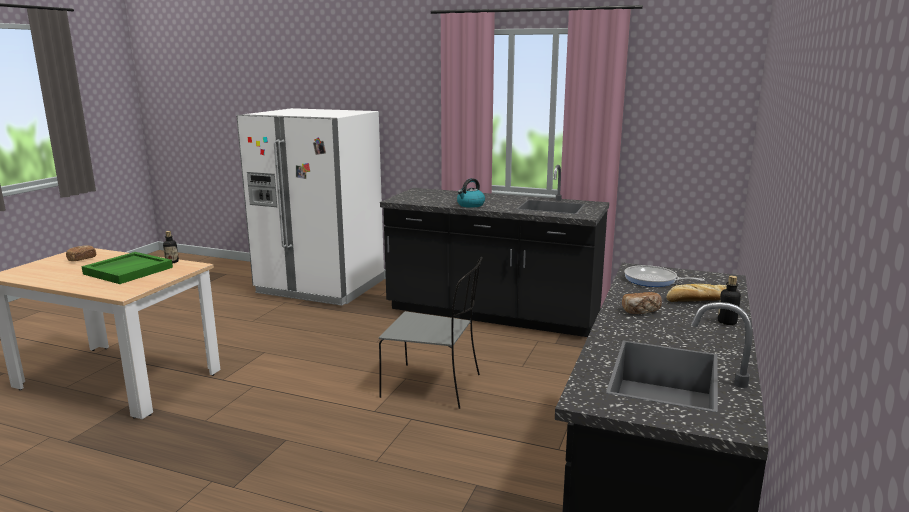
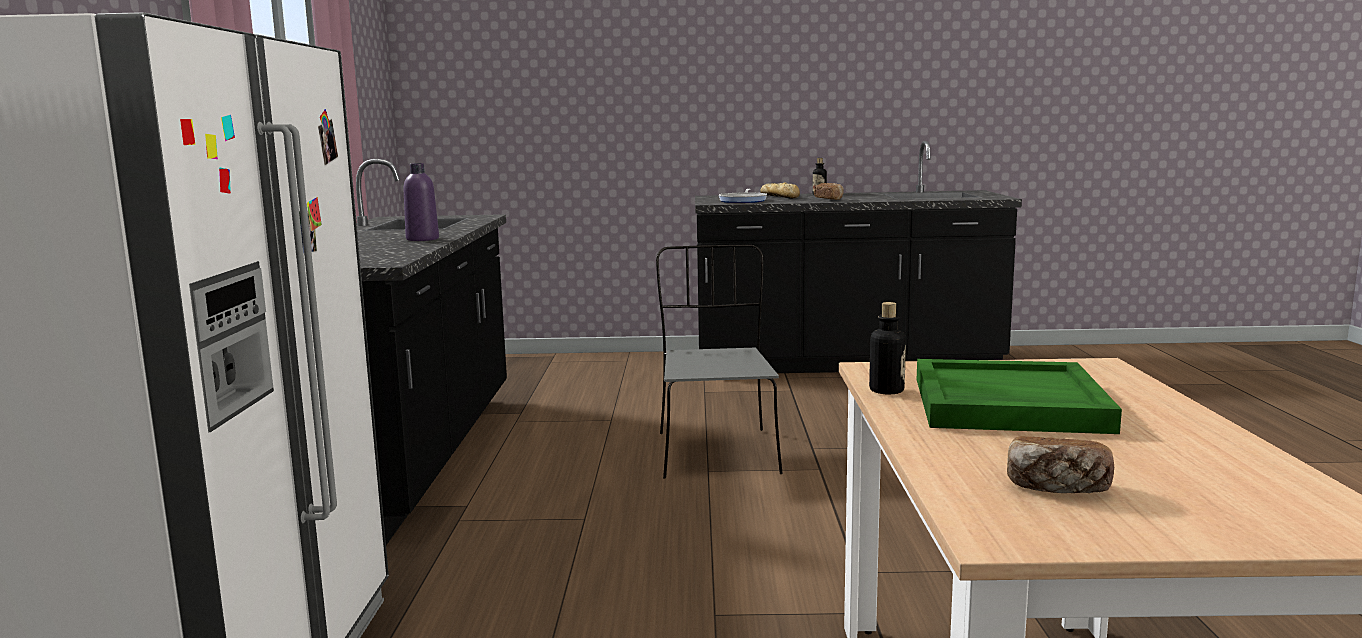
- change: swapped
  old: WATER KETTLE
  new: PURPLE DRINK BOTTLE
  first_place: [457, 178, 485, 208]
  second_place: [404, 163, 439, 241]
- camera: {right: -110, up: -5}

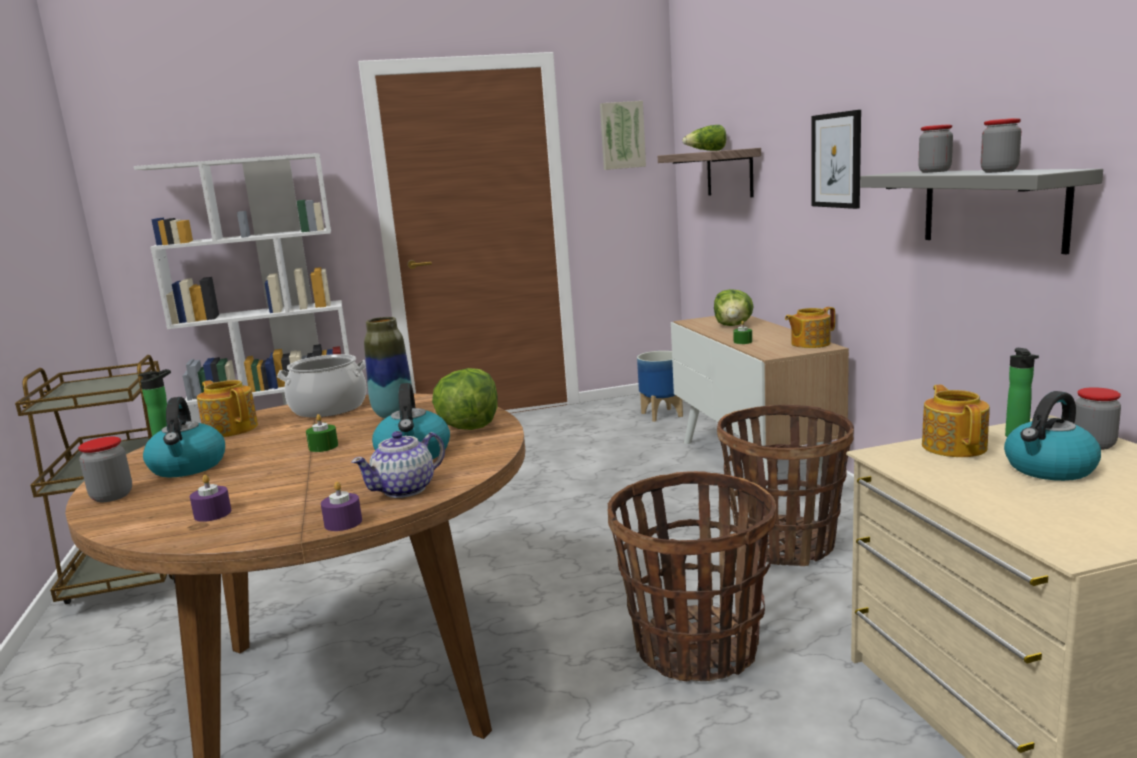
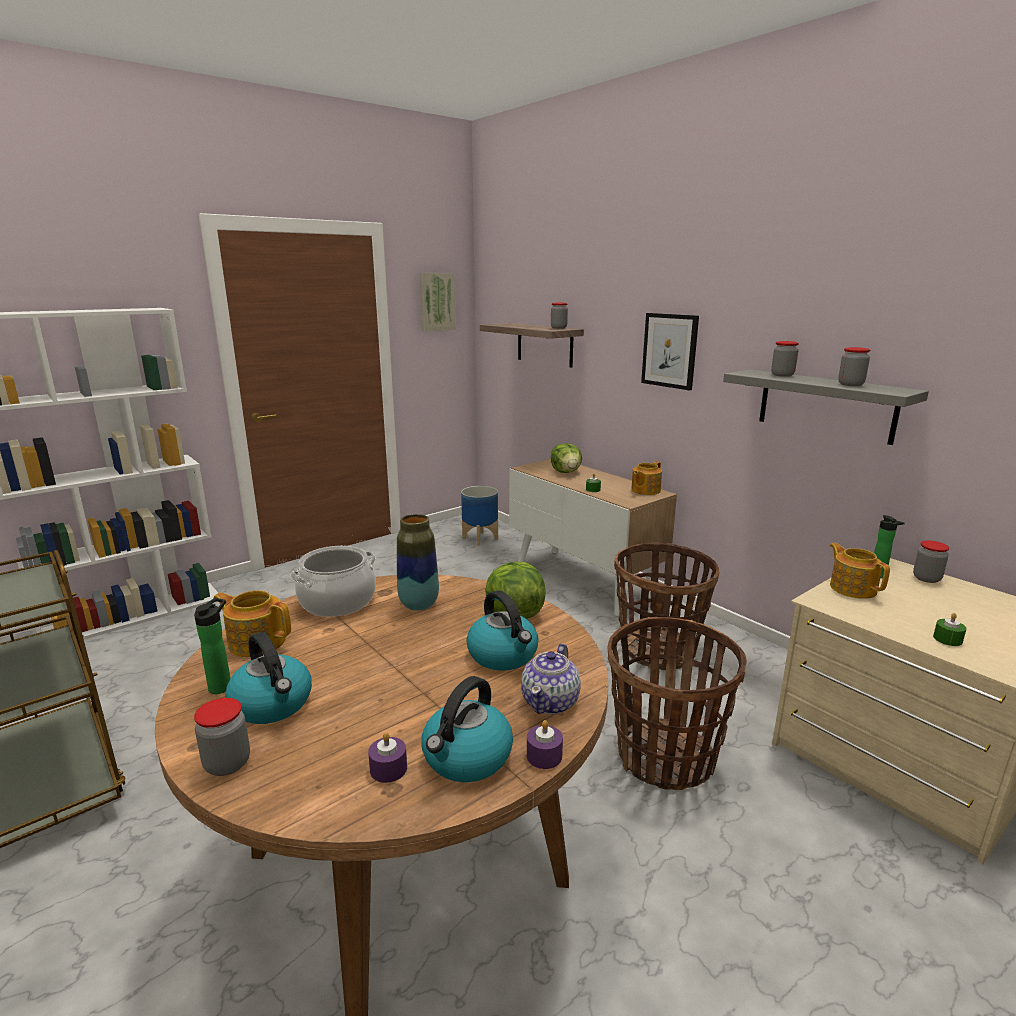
- change: gone
  old: HEAD OF LETTUCE
  first_place: [683, 125, 726, 151]
- change: new
  new: JAR
  second_place: [551, 303, 568, 329]
- change: shifted
  old: GREEN-COLOURED CANDLE
  first_place: [306, 414, 338, 452]
  second_place: [933, 613, 967, 646]
- change: shifted
  old: WATER KETTLE
  first_place: [1004, 391, 1101, 481]
  second_place: [421, 676, 513, 782]
- camera: {right: -25, up: 5}

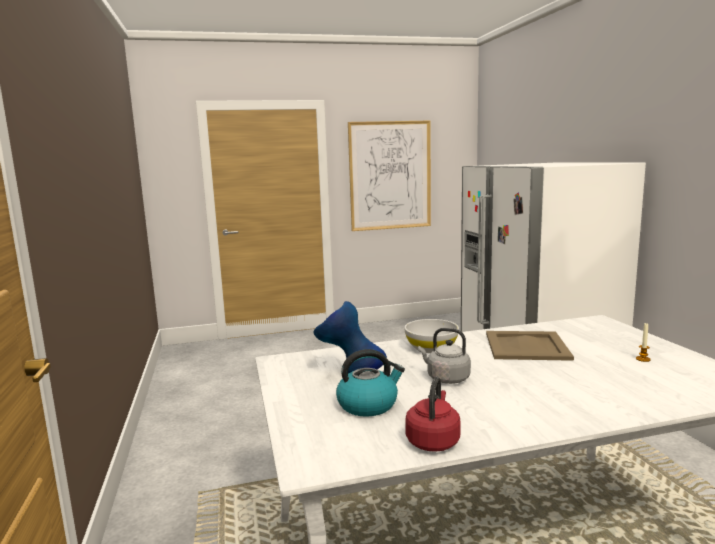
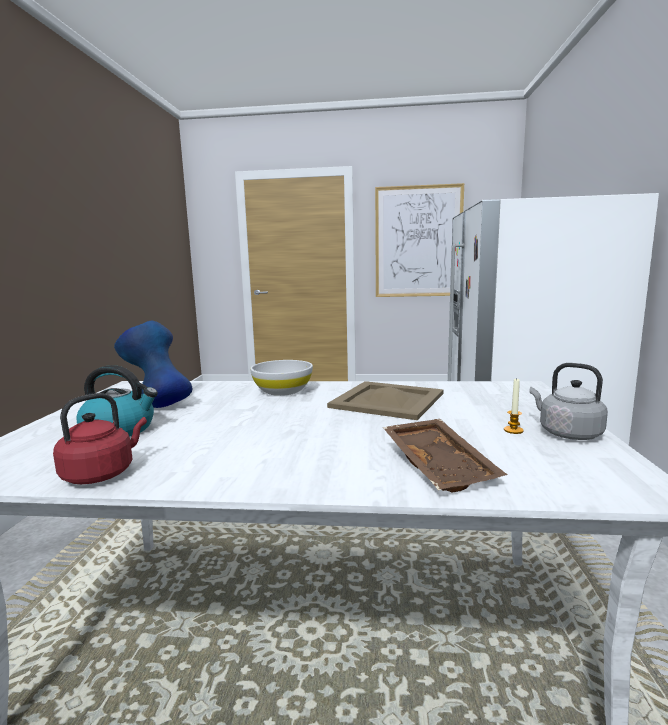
- change: new
  new: BROWN-COLOURED SERVING TRAY
  second_place: [383, 419, 507, 493]
- change: shifted
  old: GREYISH WATER KETTLE
  first_place: [418, 328, 471, 384]
  second_place: [530, 363, 608, 440]
- camera: {right: 20, up: 0}

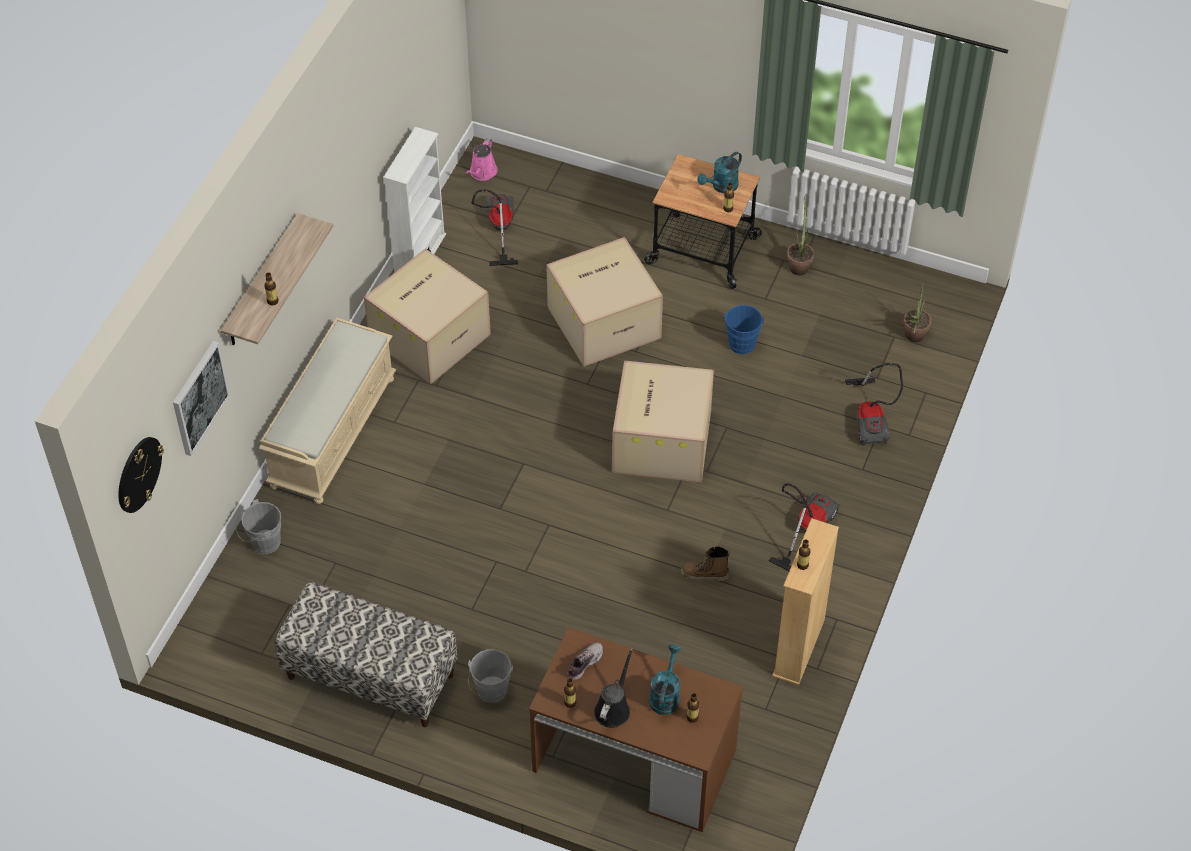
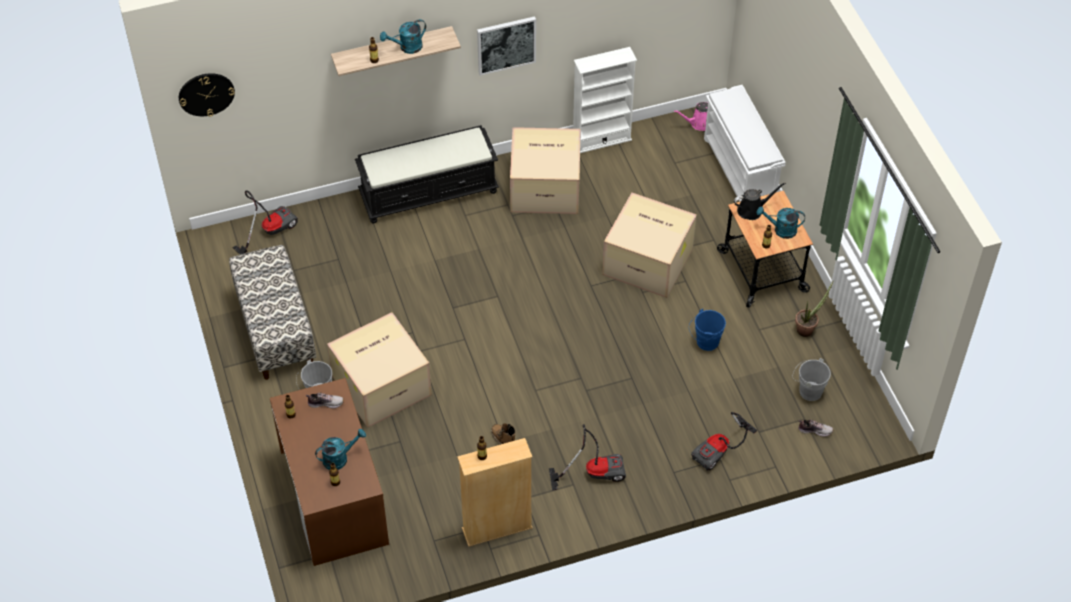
- change: new
  new: BLUE-GREEN WATERING POT
  second_place: [380, 19, 426, 54]
- change: new
  new: WHITE-COLOURED SHOE SHELF
  second_place: [704, 85, 786, 201]
- change: shifted
  old: PICTURE
  first_place: [173, 341, 230, 456]
  second_place: [477, 16, 536, 76]
- change: shifted
  old: GREYISH BUCKET
  first_place: [236, 499, 281, 554]
  second_place: [793, 358, 831, 401]
- change: shifted
  old: HOOVER
  first_place: [471, 189, 518, 266]
  second_place: [233, 190, 298, 255]
- change: shifted
  old: BLACKISH WATERING POT
  first_place: [594, 648, 633, 728]
  second_place: [734, 182, 786, 220]
- change: shifted
  old: PACKING BOX
  first_place: [612, 360, 714, 482]
  second_place: [327, 312, 432, 428]
- change: swapped
  old: POTTED PLANT
  new: SHOE
  first_place: [903, 283, 931, 342]
  second_place: [798, 420, 833, 437]
- change: repainted
  old: SAND-COLOURED INDOOR BENCH
  new: BLACKISH INDOOR BENCH
  first_place: [259, 318, 396, 504]
  second_place: [355, 125, 499, 224]
- camera: {right: 50, up: 0}

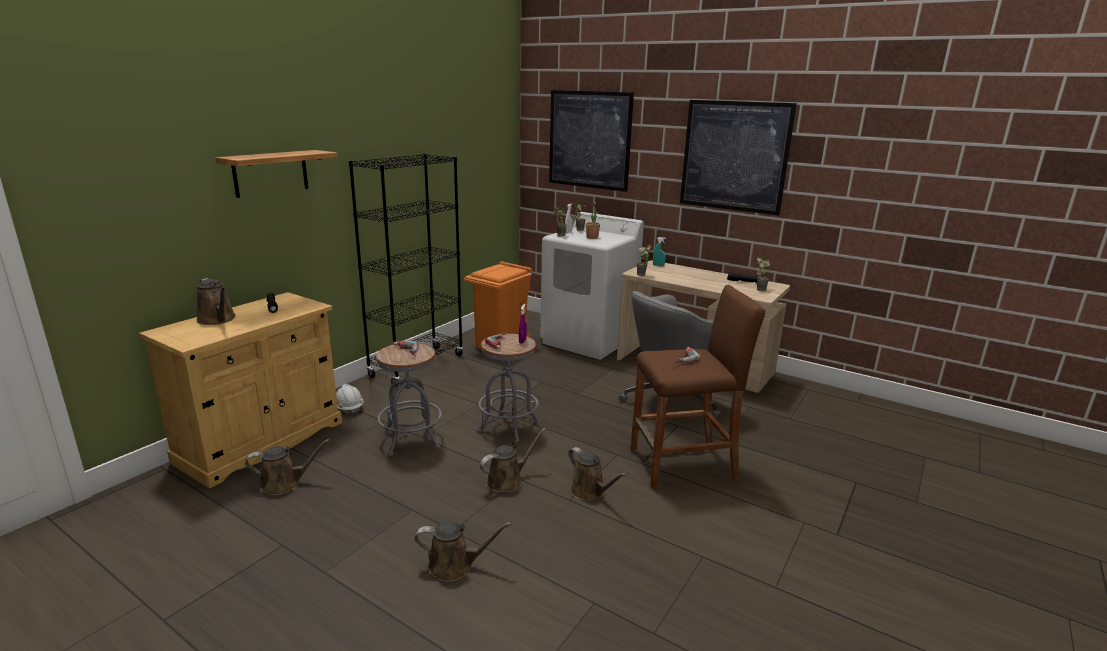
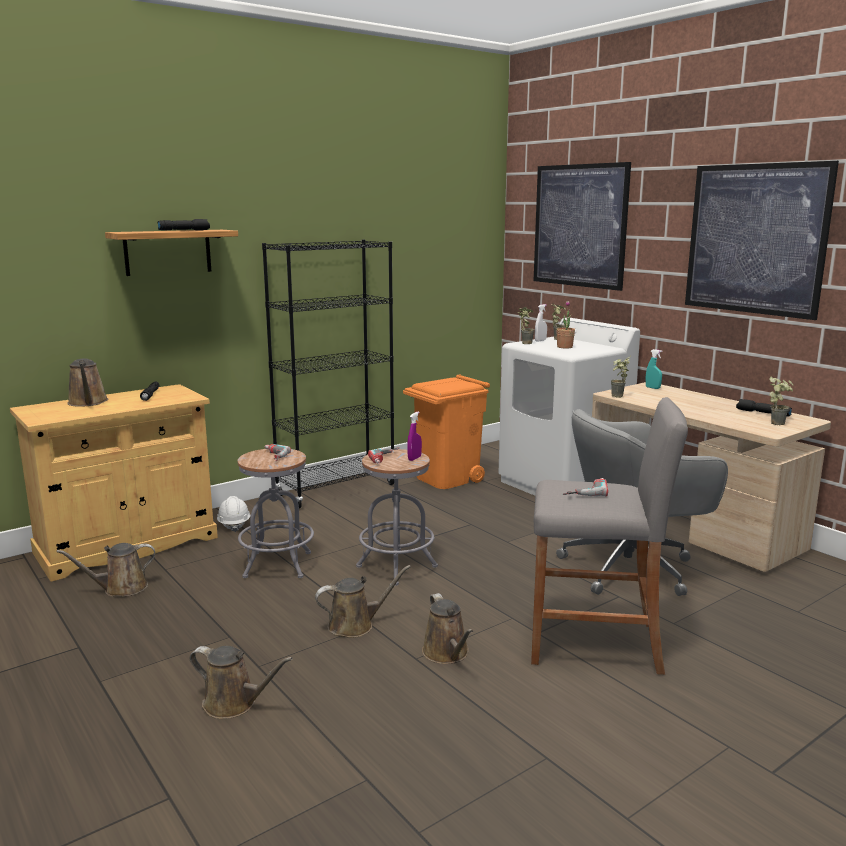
- change: new
  new: BLACKISH FLASHLIGHT
  second_place: [157, 219, 210, 231]
- change: repainted
  old: BROWN-COLOURED SITTING STOOL
  new: GREYISH SITTING STOOL
  first_place: [630, 285, 765, 489]
  second_place: [531, 397, 688, 675]
- change: rotated
  old: BROWN-COLOURED WATERING POT
  first_place: [245, 439, 330, 495]
  second_place: [57, 543, 155, 597]
  degrees: 150
- camera: {right: 20, up: -5}

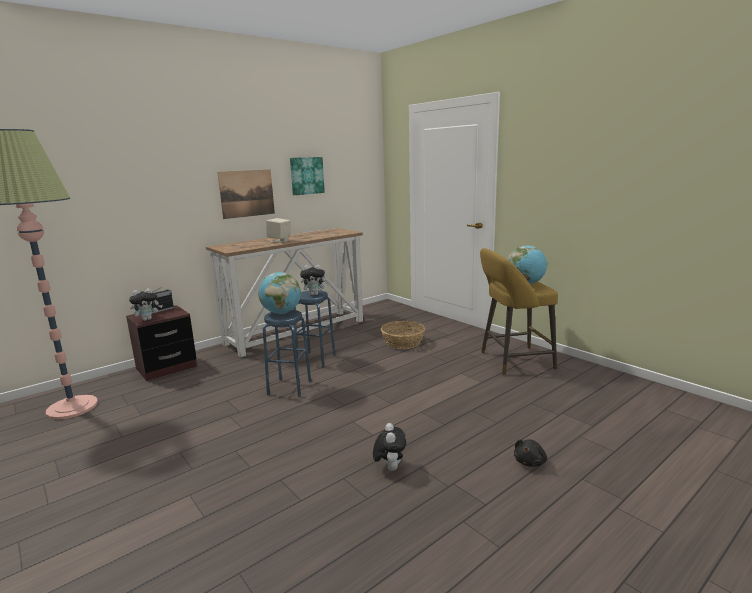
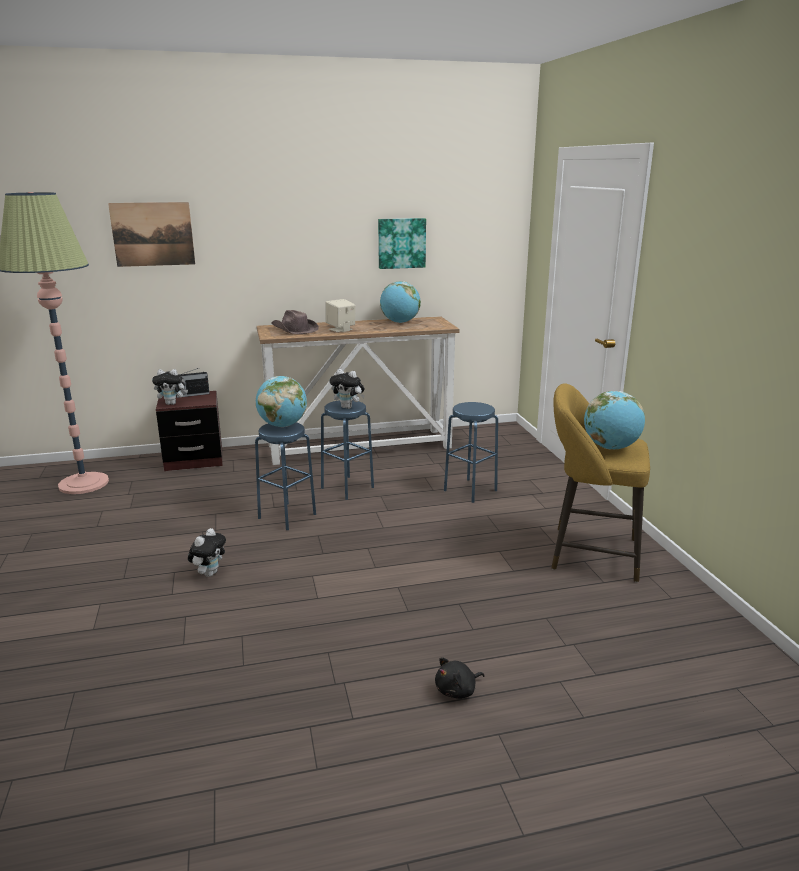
- change: new
  new: BROWN-COLOURED WEARABLE HAT
  second_place: [271, 310, 319, 334]
- change: new
  new: WORLD GLOBE
  second_place: [380, 281, 421, 323]
- change: shifted
  old: PICTURE
  first_place: [217, 169, 275, 219]
  second_place: [108, 202, 195, 267]
- change: shifted
  old: PLUSH TOY
  first_place: [373, 423, 406, 471]
  second_place: [188, 528, 226, 577]
- change: swapped
  old: HOUSEHOLD BASKET
  new: BLUE-COLOURED SITTING STOOL
  first_place: [381, 321, 425, 349]
  second_place: [444, 402, 498, 503]
- camera: {right: 25, up: 5}

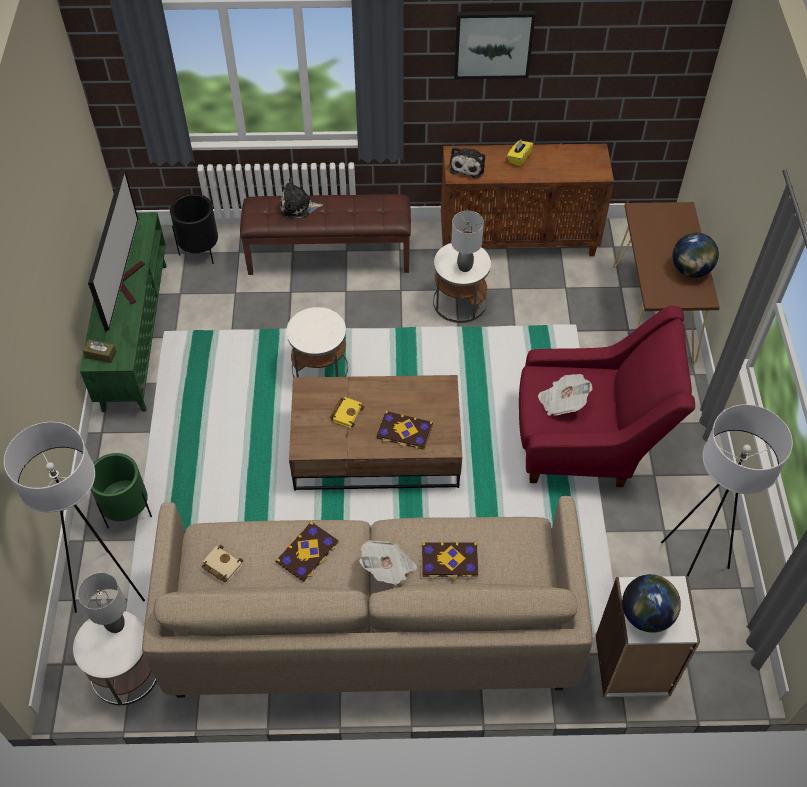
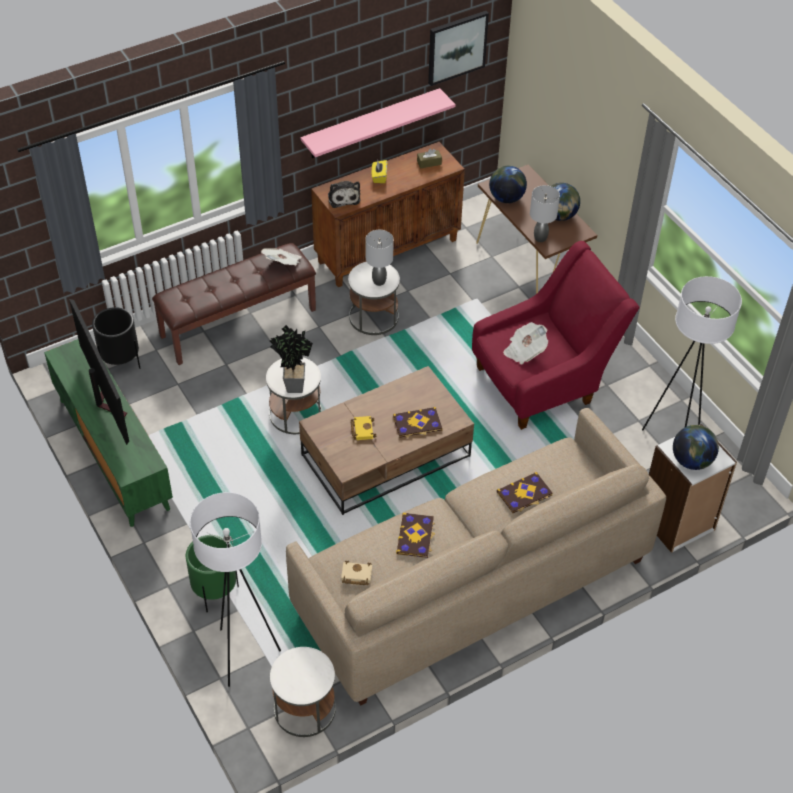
- change: gone
  old: PLUSH TOY
  first_place: [280, 178, 323, 218]
- change: new
  new: POTTED PLANT
  second_place: [270, 325, 313, 393]
- change: new
  new: PINK SHELF
  second_place: [301, 88, 456, 158]
- change: new
  new: WORLD GLOBE
  second_place: [489, 166, 527, 203]
- change: shifted
  old: GREYISH TABLETOP LAMP
  first_place: [78, 573, 126, 633]
  second_place: [530, 185, 560, 242]
- change: shifted
  old: BROWN-COLOURED BOX OF TISSUES
  first_place: [83, 340, 117, 363]
  second_place: [417, 149, 442, 168]
- change: shifted
  old: DAILY PAPER
  first_place: [359, 540, 417, 585]
  second_place: [261, 248, 302, 265]
- change: shifted
  old: PICTURE
  first_place: [454, 11, 536, 79]
  second_place: [428, 11, 489, 86]
- camera: {right: -30, up: -5}

